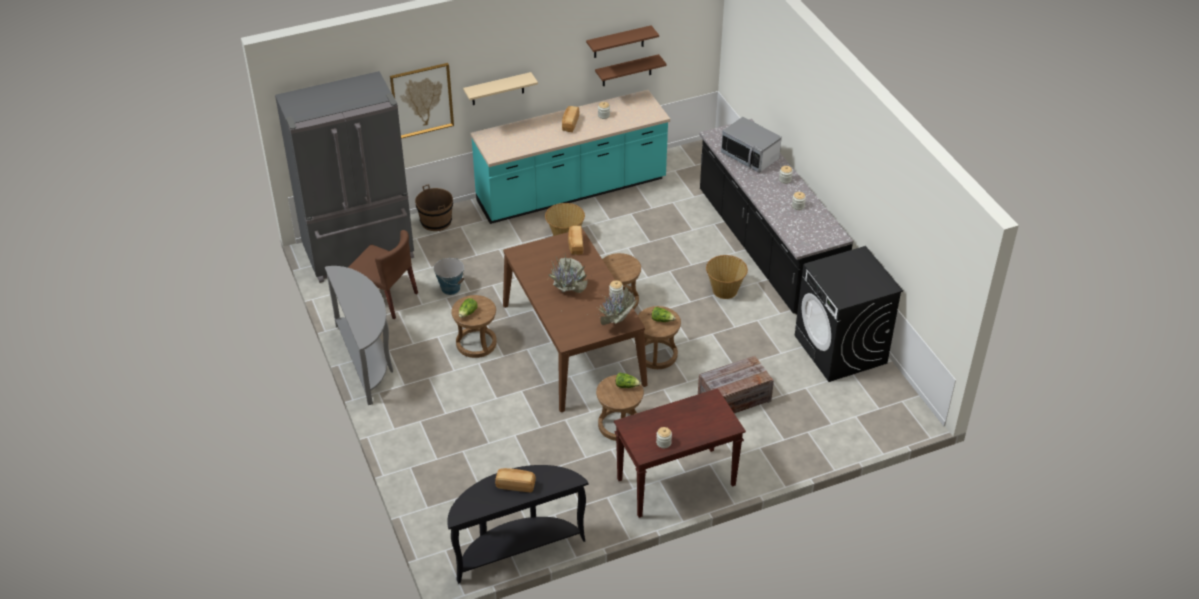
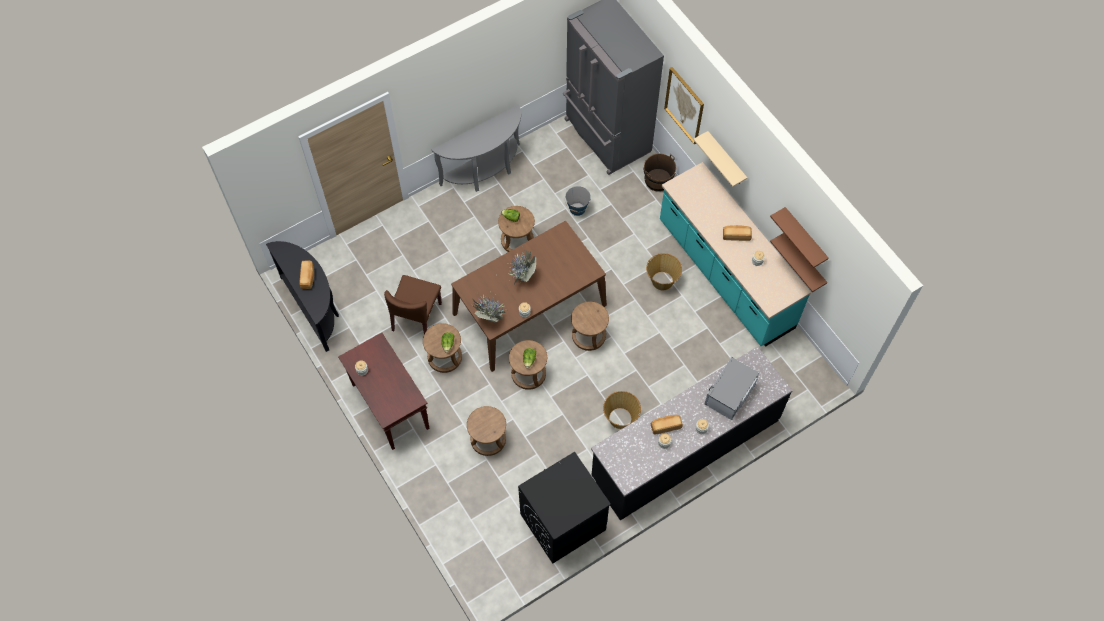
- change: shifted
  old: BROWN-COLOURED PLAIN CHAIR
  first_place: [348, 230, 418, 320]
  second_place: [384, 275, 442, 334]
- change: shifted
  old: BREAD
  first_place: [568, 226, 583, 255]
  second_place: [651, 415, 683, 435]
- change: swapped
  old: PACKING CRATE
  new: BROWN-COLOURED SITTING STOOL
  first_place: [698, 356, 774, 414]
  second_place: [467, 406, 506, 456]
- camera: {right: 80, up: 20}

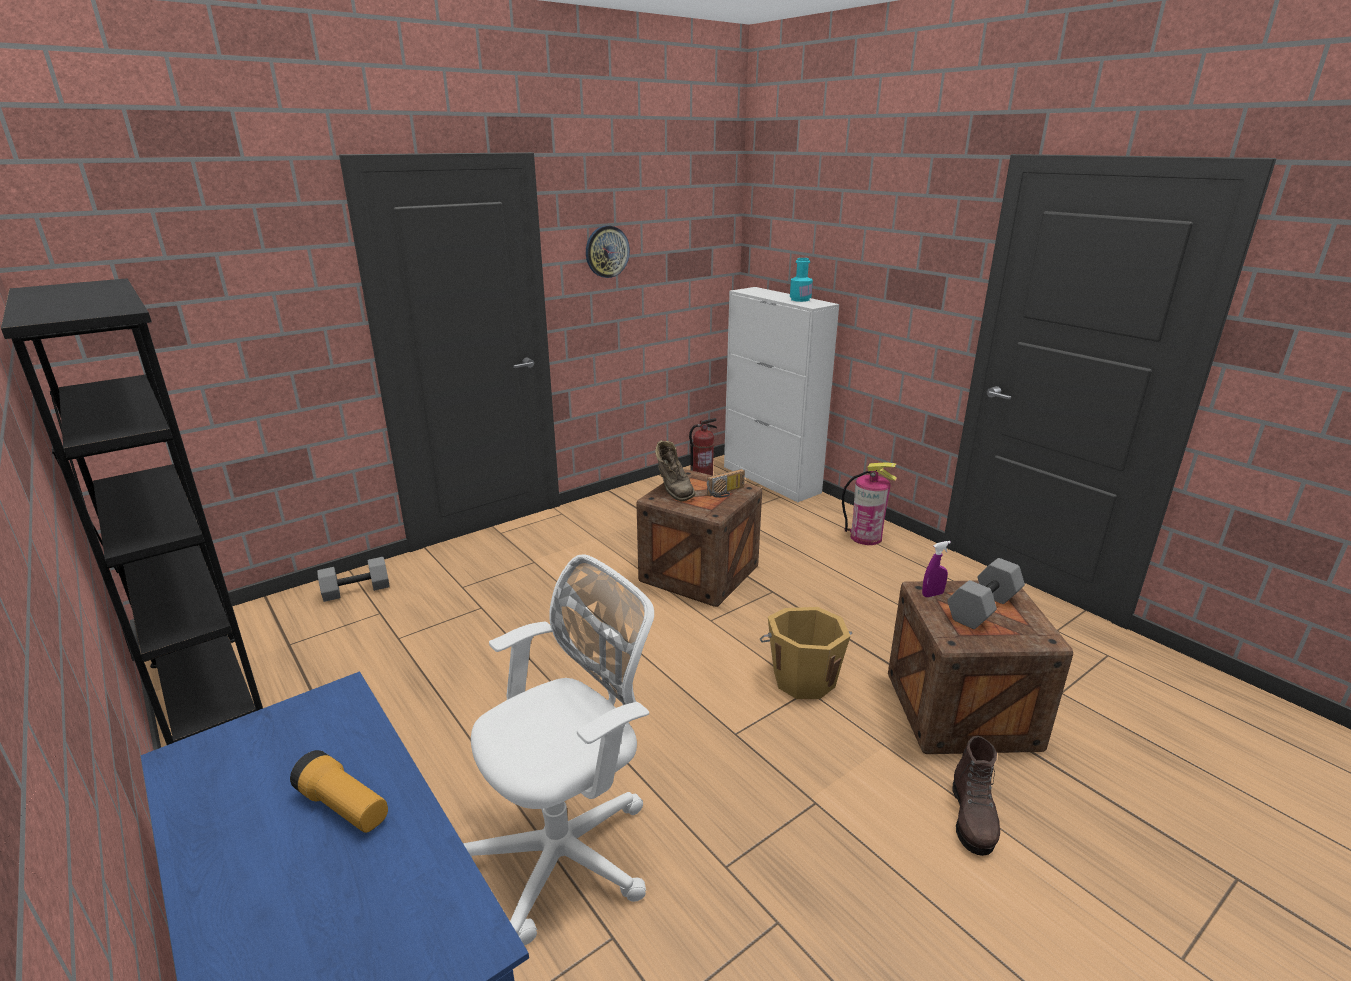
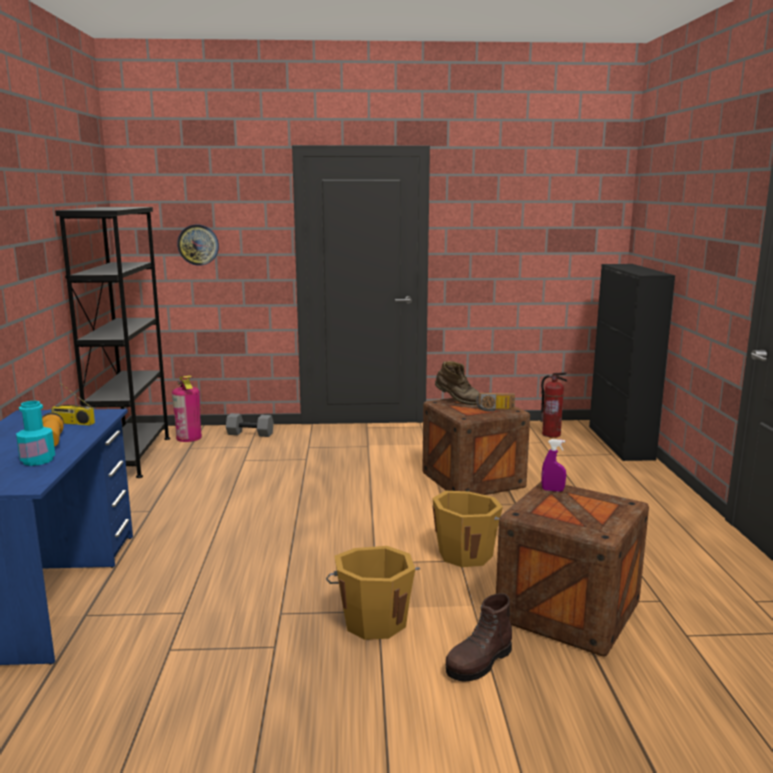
- change: gone
  old: WHITE-COLOURED DESK CHAIR
  first_place: [463, 554, 654, 945]
- change: gone
  old: GREYISH DUMBBELL
  first_place: [947, 558, 1025, 629]
- change: new
  new: RADIO RECEIVER
  second_place: [51, 382, 95, 425]
- change: new
  new: ORANGE BUCKET
  second_place: [326, 546, 420, 640]
- change: shifted
  old: HANGING CLOCK
  first_place: [586, 225, 630, 278]
  second_place: [177, 224, 219, 266]
- change: shifted
  old: BLUE-GREEN DRINK BOTTLE
  first_place: [790, 258, 813, 302]
  second_place: [16, 401, 55, 466]
- change: shifted
  old: FIRE-FIGHTING CYLINDER
  first_place: [842, 462, 897, 545]
  second_place: [172, 376, 202, 442]
- change: repainted
  old: WHITE-COLOURED CABINET
  new: BLACKISH CABINET
  first_place: [724, 287, 839, 502]
  second_place: [589, 264, 675, 461]
- change: rotated
  old: BROWN-COLOURED BOOT
  first_place: [655, 440, 696, 502]
  second_place: [435, 361, 480, 405]
  degrees: -75
- camera: {right: 35, up: -10}

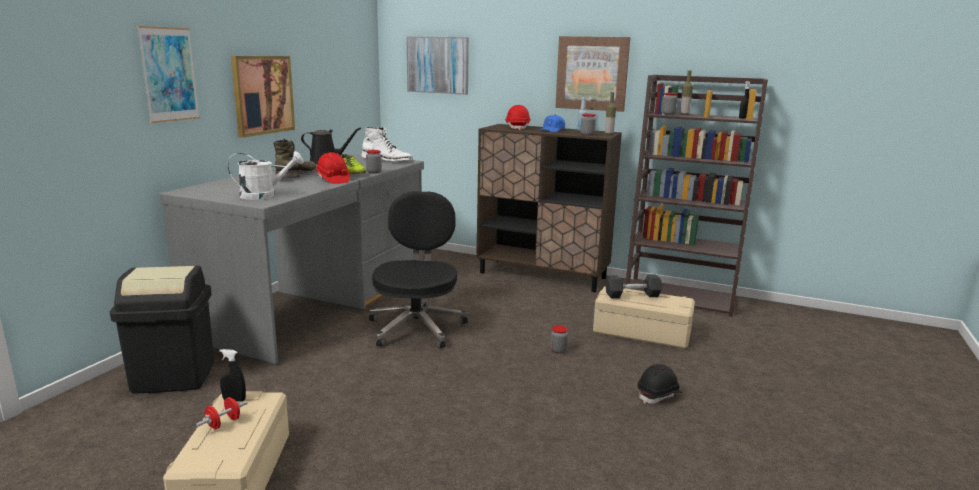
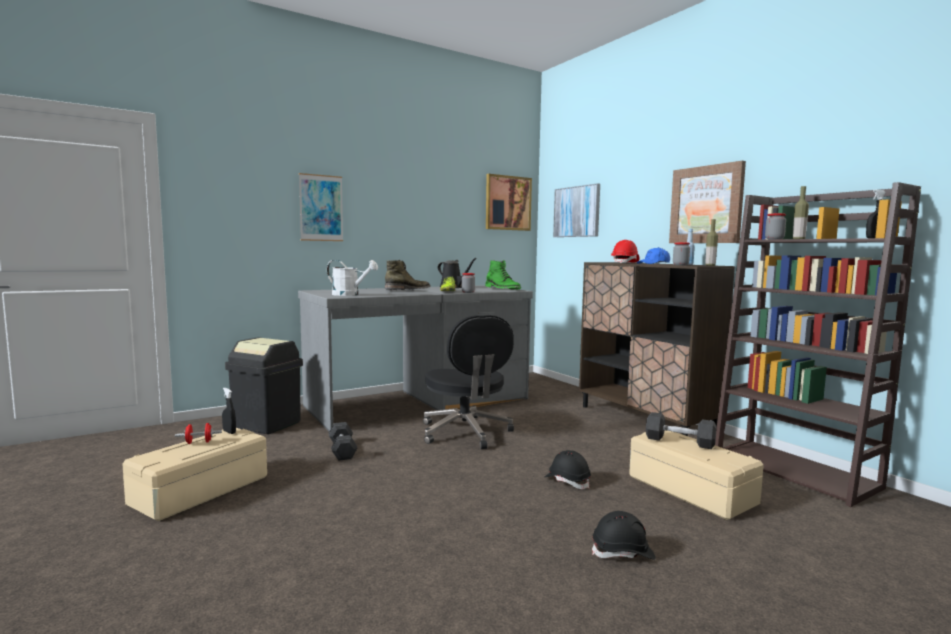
- change: gone
  old: RED WORK HELMET
  first_place: [315, 152, 350, 184]
- change: new
  new: GREYISH DUMBBELL
  second_place: [328, 422, 357, 461]
- change: shifted
  old: PICTURE
  first_place: [231, 56, 295, 137]
  second_place: [486, 174, 532, 231]
- change: swapped
  old: JAR
  new: BLACKISH WORK HELMET
  first_place: [550, 325, 568, 353]
  second_place: [545, 450, 591, 489]
- change: repainted
  old: WHITE-COLOURED BOOT
  new: GREEN-COLOURED BOOT
  first_place: [361, 127, 413, 161]
  second_place: [485, 260, 521, 290]
- change: rotated
  old: BLACKISH DESK CHAIR
  first_place: [369, 191, 468, 349]
  second_place: [423, 315, 514, 449]
  degrees: 120
- camera: {right: 35, up: -10}

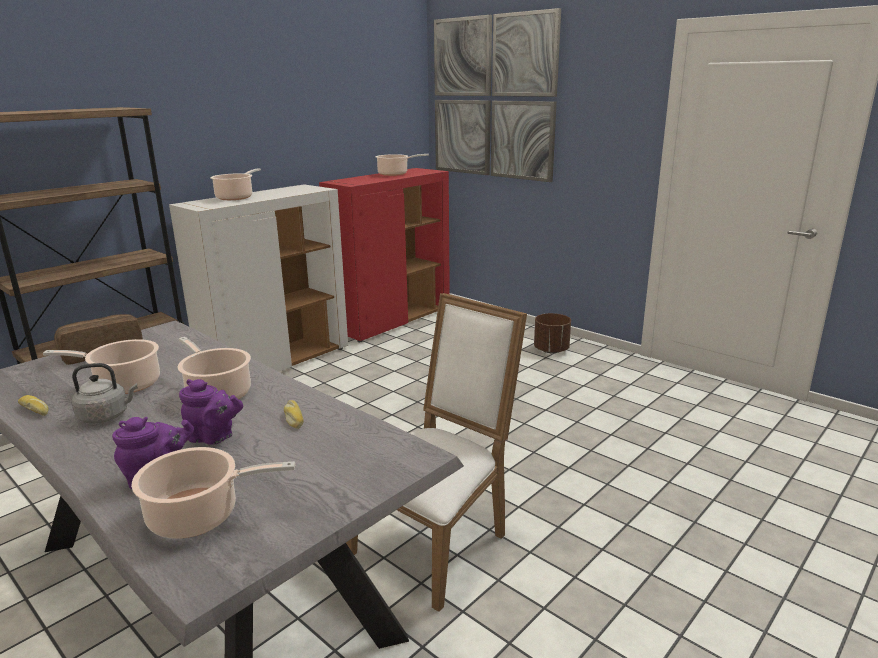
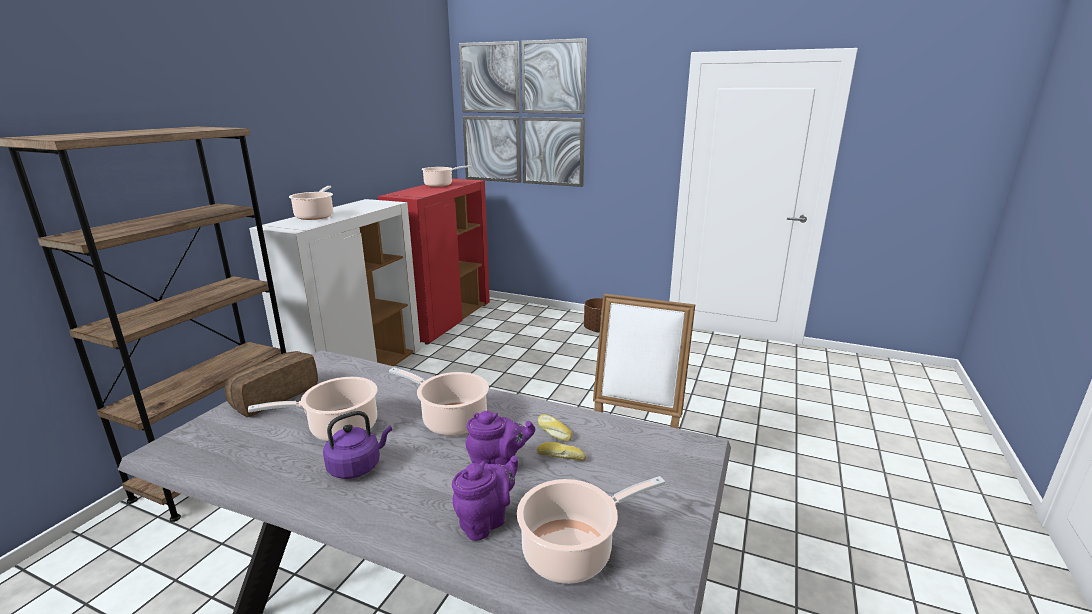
- change: shifted
  old: BREAD
  first_place: [18, 395, 48, 416]
  second_place: [537, 442, 586, 461]
- change: repainted
  old: GREYISH WATER KETTLE
  new: PURPLE WATER KETTLE
  first_place: [72, 363, 138, 424]
  second_place: [323, 411, 392, 479]
- camera: {right: -20, up: 0}

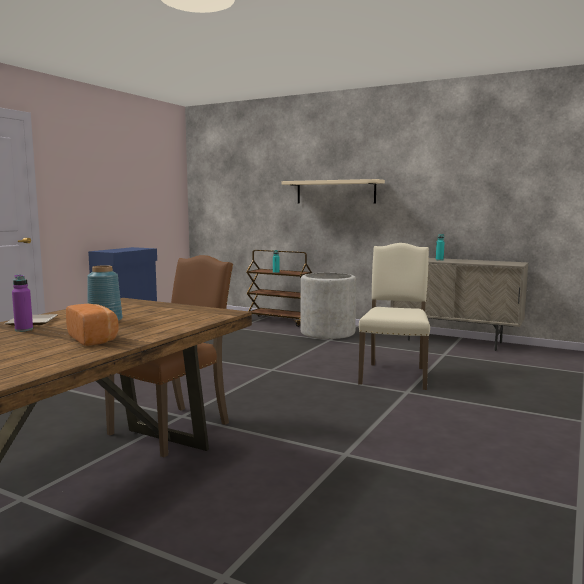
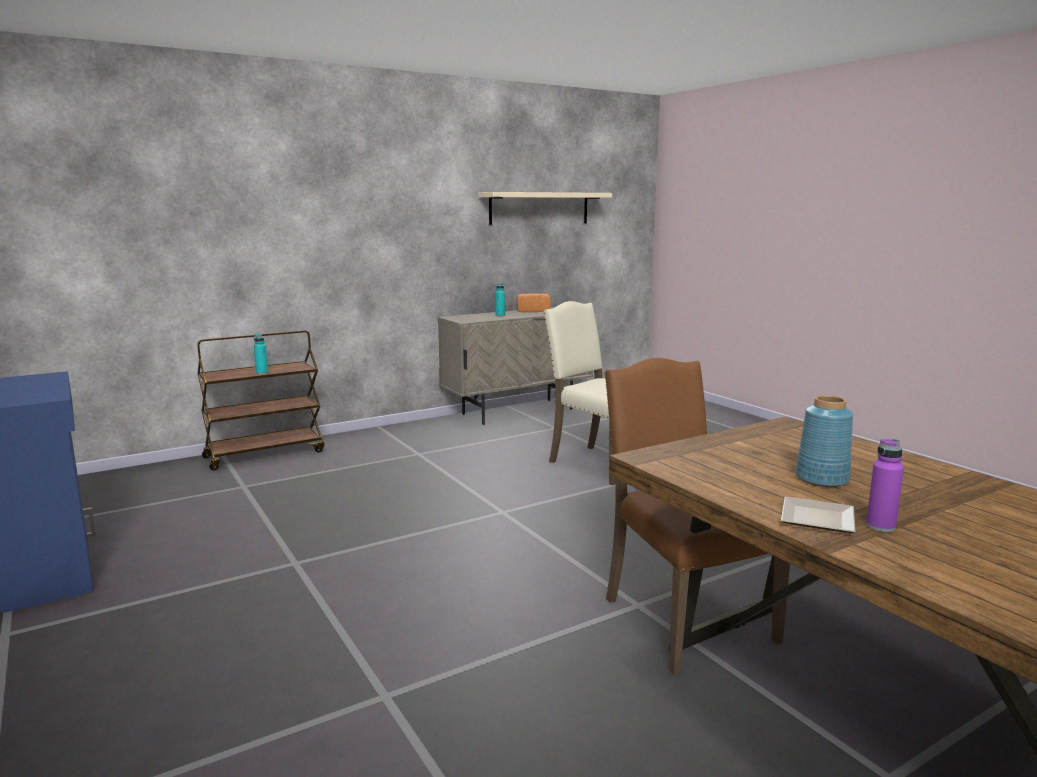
- change: gone
  old: GREYISH PLANTER
  first_place: [301, 273, 356, 339]
- change: shifted
  old: BREAD
  first_place: [66, 304, 119, 346]
  second_place: [517, 293, 551, 312]
- change: shifted
  old: SAND-COLOURED SHELF
  first_place: [281, 179, 385, 203]
  second_place: [479, 192, 612, 225]
- camera: {right: -60, up: 5}

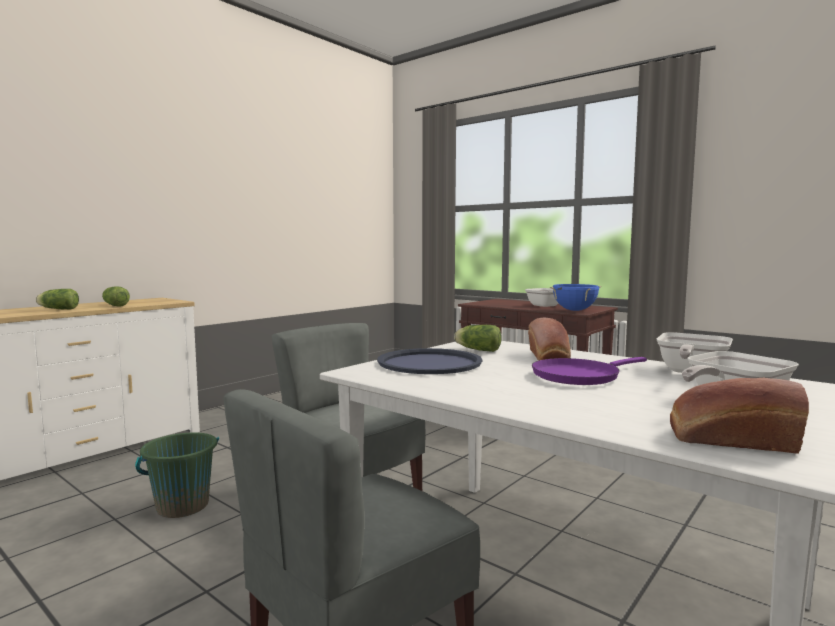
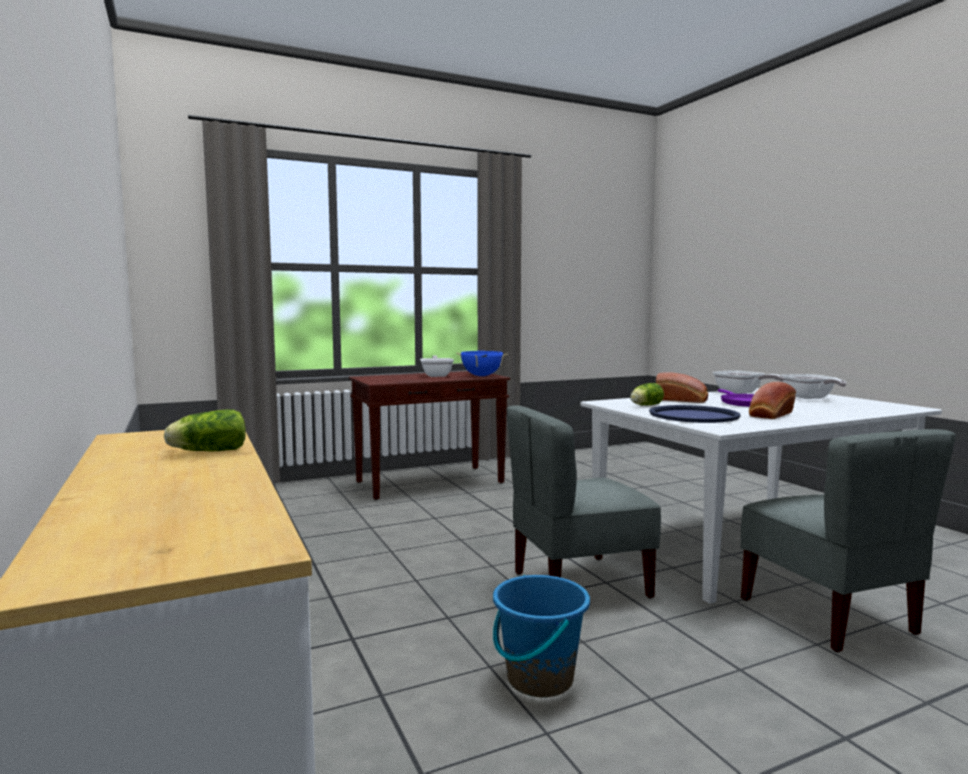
- change: gone
  old: HEAD OF LETTUCE
  first_place: [36, 289, 79, 309]
- change: shifted
  old: BREAD
  first_place: [670, 378, 809, 454]
  second_place: [749, 382, 796, 419]
- change: repainted
  old: GREEN-COLOURED BUCKET
  new: BLUE-COLOURED BUCKET
  first_place: [135, 432, 219, 518]
  second_place: [493, 575, 590, 697]
- camera: {right: -65, up: 0}

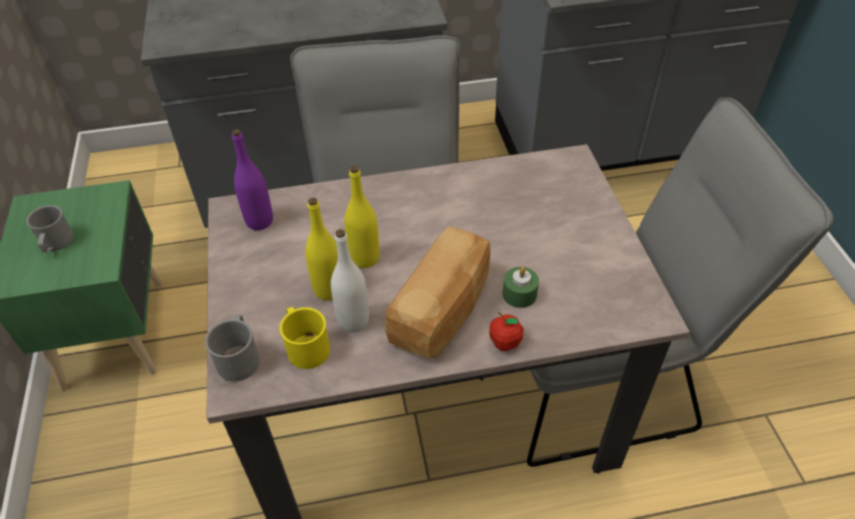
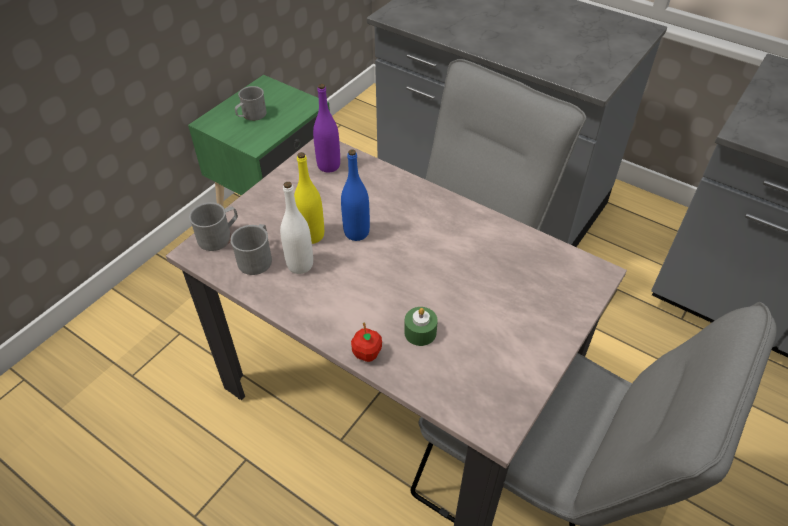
- change: gone
  old: BREAD
  first_place: [385, 226, 490, 359]
- change: repainted
  old: YELLOWISH TEA MUG
  new: GREYISH TEA MUG
  first_place: [280, 307, 330, 369]
  second_place: [230, 224, 272, 275]
- change: repainted
  old: YELLOWISH DRINK BOTTLE
  new: BLUE-COLOURED DRINK BOTTLE
  first_place: [344, 166, 380, 268]
  second_place: [341, 149, 370, 241]
- camera: {right: 45, up: 0}

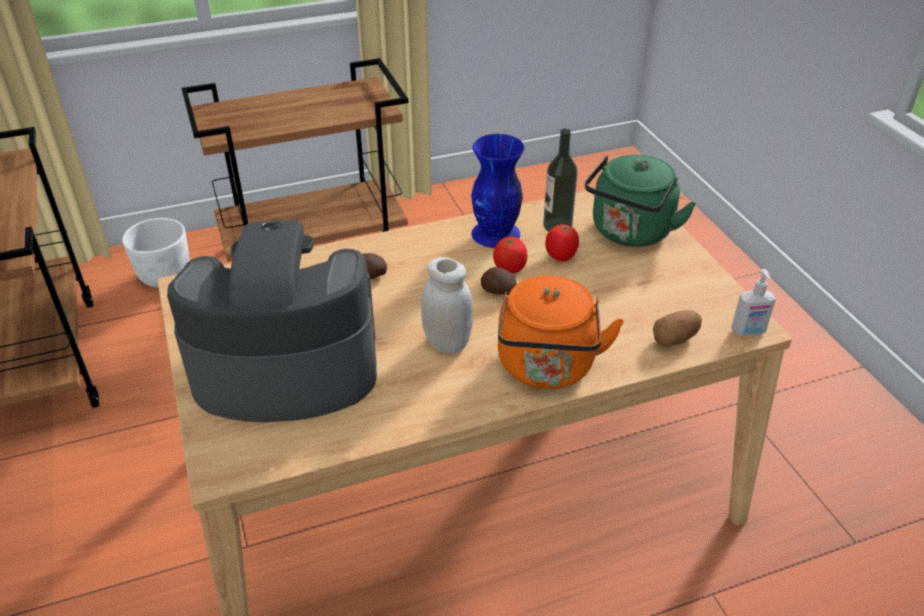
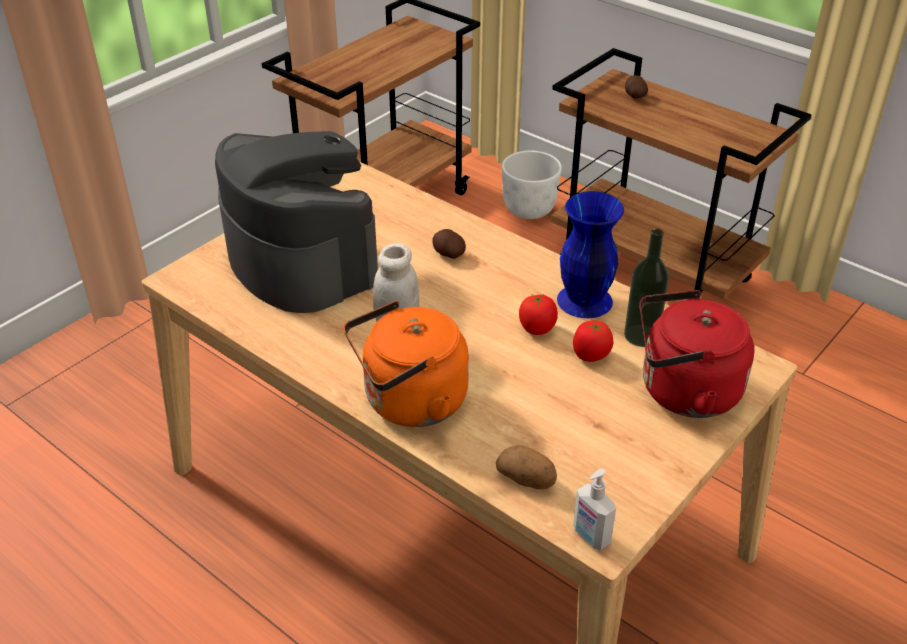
- change: shifted
  old: POTATO
  first_place: [481, 267, 516, 295]
  second_place: [625, 75, 648, 98]
- change: repainted
  old: GREEN-COLOURED WATER KETTLE
  new: RED WATER KETTLE
  first_place: [585, 155, 696, 247]
  second_place: [639, 290, 754, 418]
- camera: {right: 60, up: 0}

